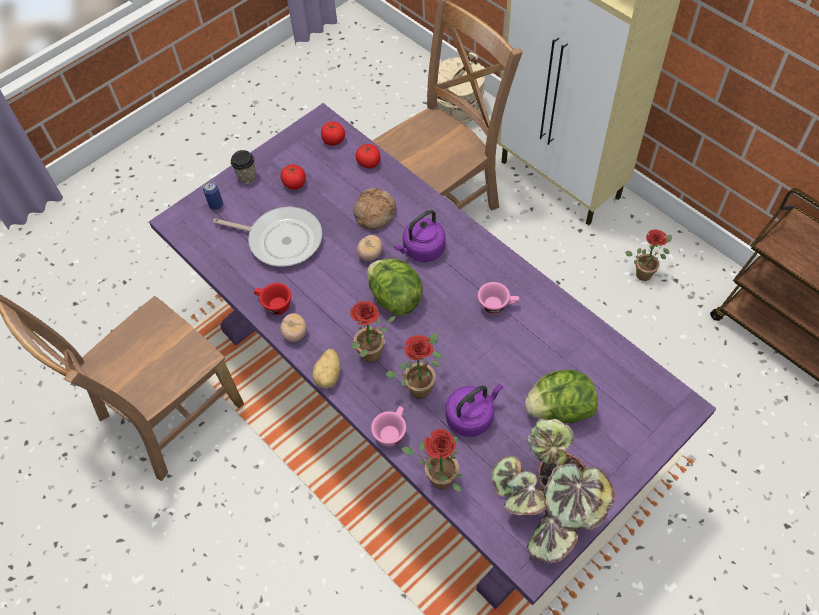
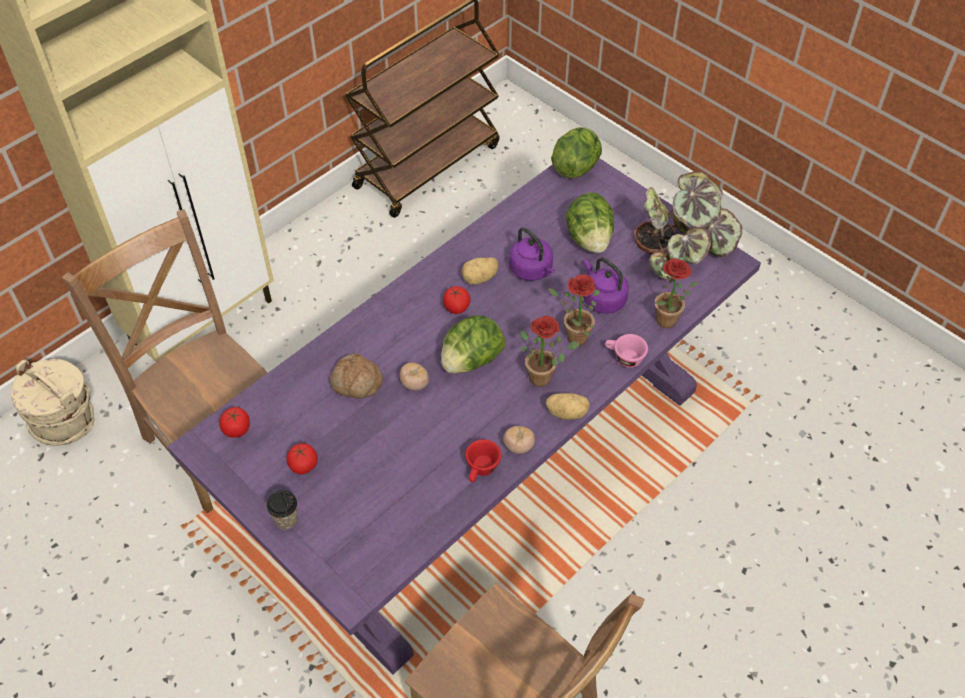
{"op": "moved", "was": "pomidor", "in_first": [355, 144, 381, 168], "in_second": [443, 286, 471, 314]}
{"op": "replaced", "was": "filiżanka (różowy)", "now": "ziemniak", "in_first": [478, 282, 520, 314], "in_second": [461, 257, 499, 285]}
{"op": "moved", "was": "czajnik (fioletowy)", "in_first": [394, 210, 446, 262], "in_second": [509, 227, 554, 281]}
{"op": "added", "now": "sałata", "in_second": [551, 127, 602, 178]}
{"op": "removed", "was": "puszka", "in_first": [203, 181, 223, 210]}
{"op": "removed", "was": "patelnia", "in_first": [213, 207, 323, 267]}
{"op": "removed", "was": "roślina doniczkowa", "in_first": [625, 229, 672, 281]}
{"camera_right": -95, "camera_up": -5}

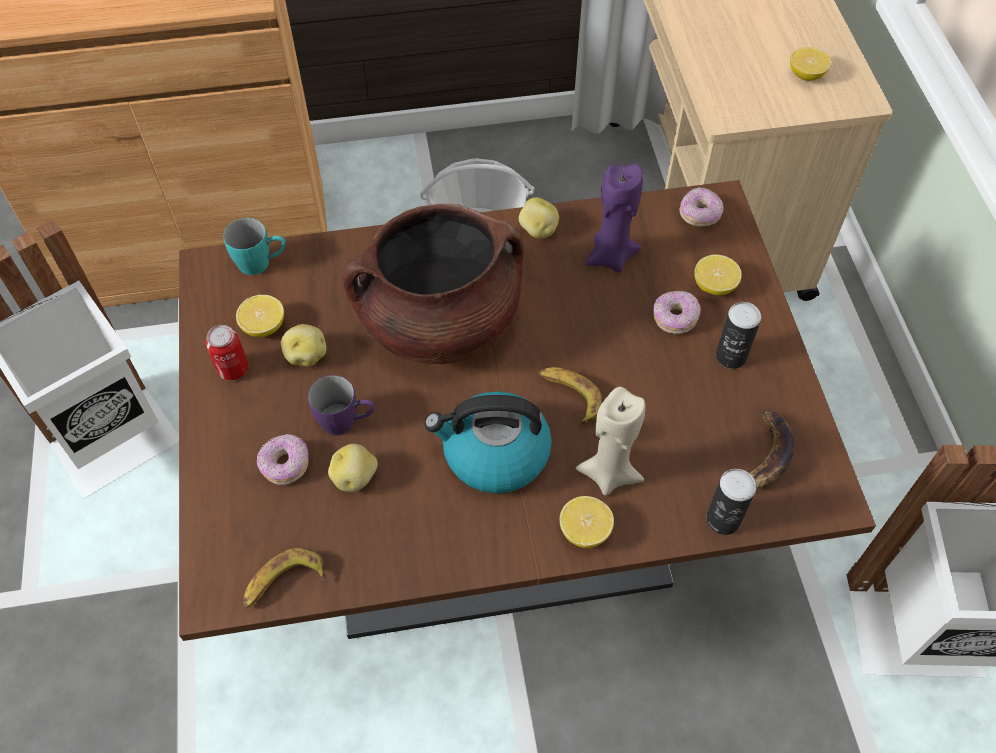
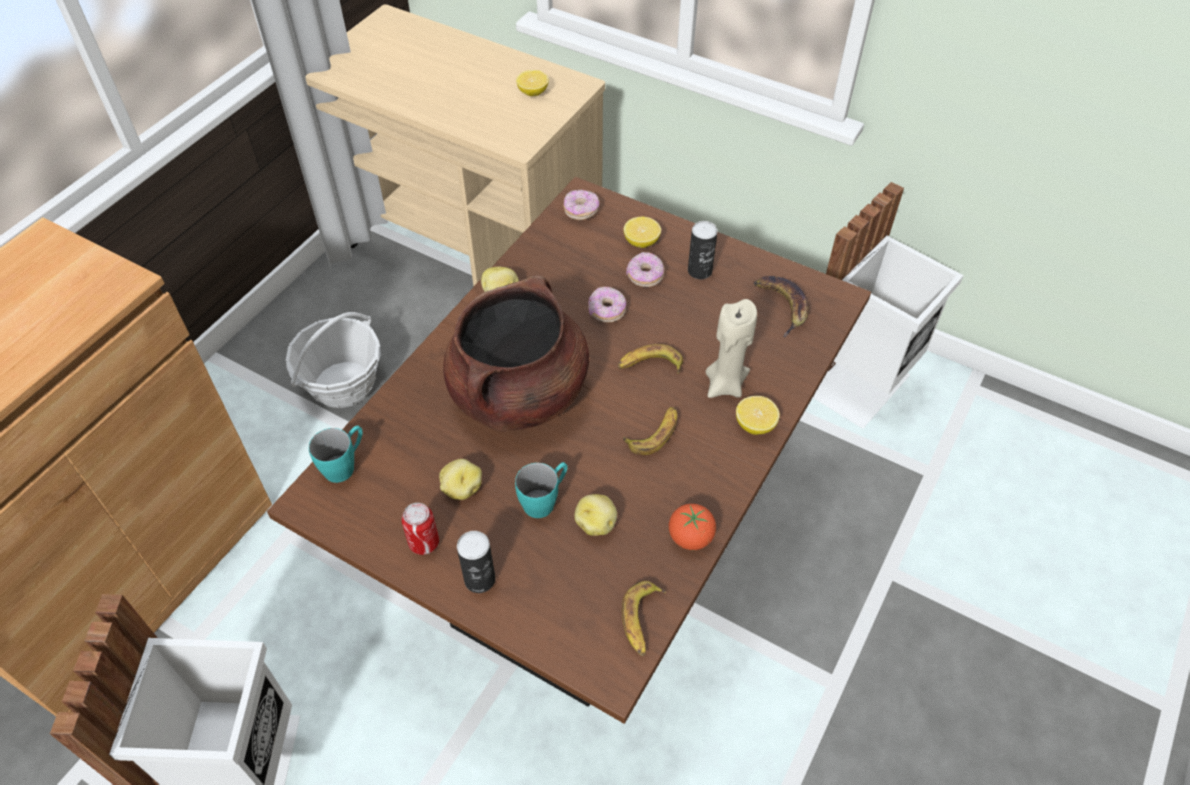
{"op": "moved", "was": "puszka", "in_first": [706, 469, 757, 535], "in_second": [457, 531, 495, 593]}
{"op": "recoloured", "was": "kubek (fioletowy)", "now": "kubek (turkusowy)", "in_first": [308, 375, 375, 435], "in_second": [515, 462, 568, 518]}
{"op": "moved", "was": "donut", "in_first": [257, 434, 309, 485], "in_second": [588, 287, 626, 323]}
{"op": "replaced", "was": "czajnik", "now": "banan", "in_first": [424, 391, 552, 494], "in_second": [623, 407, 677, 455]}
{"op": "added", "now": "pomidor", "in_second": [669, 504, 716, 550]}
{"op": "removed", "was": "cytryna", "in_first": [236, 295, 284, 337]}
{"op": "removed", "was": "świeca (fioletowy)", "in_first": [585, 164, 643, 273]}
{"camera_right": -50, "camera_up": -5}

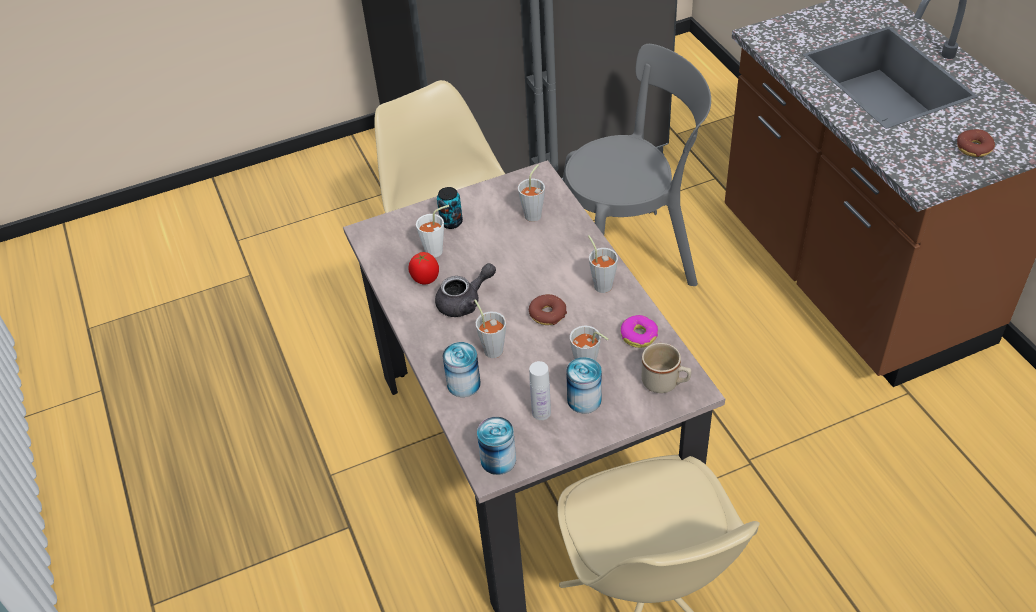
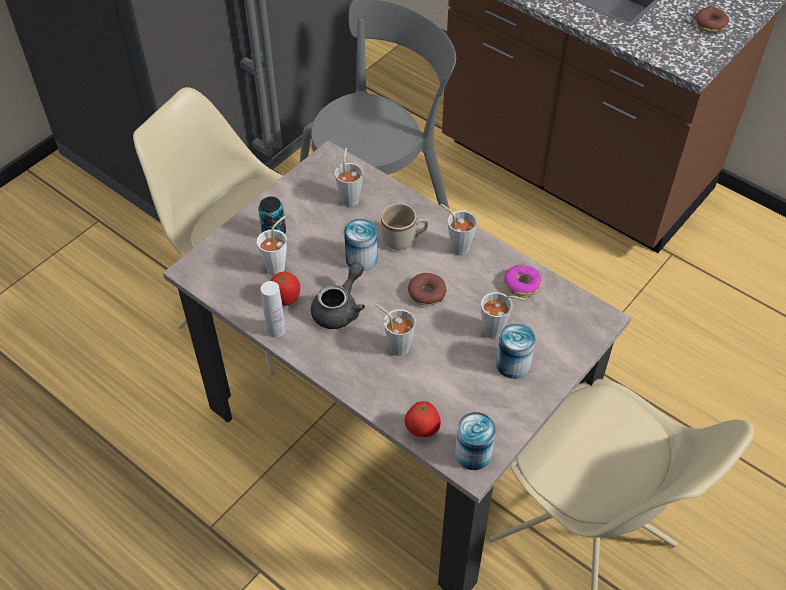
{"op": "moved", "was": "butelka (biały)", "in_first": [529, 361, 551, 420], "in_second": [261, 281, 286, 338]}
{"op": "moved", "was": "puszka", "in_first": [443, 342, 481, 397], "in_second": [344, 219, 378, 271]}
{"op": "moved", "was": "kubek (beżowy)", "in_first": [642, 343, 692, 393], "in_second": [381, 203, 428, 250]}
{"op": "added", "now": "pomidor", "in_second": [404, 401, 441, 437]}
{"camera_right": -30, "camera_up": 5}

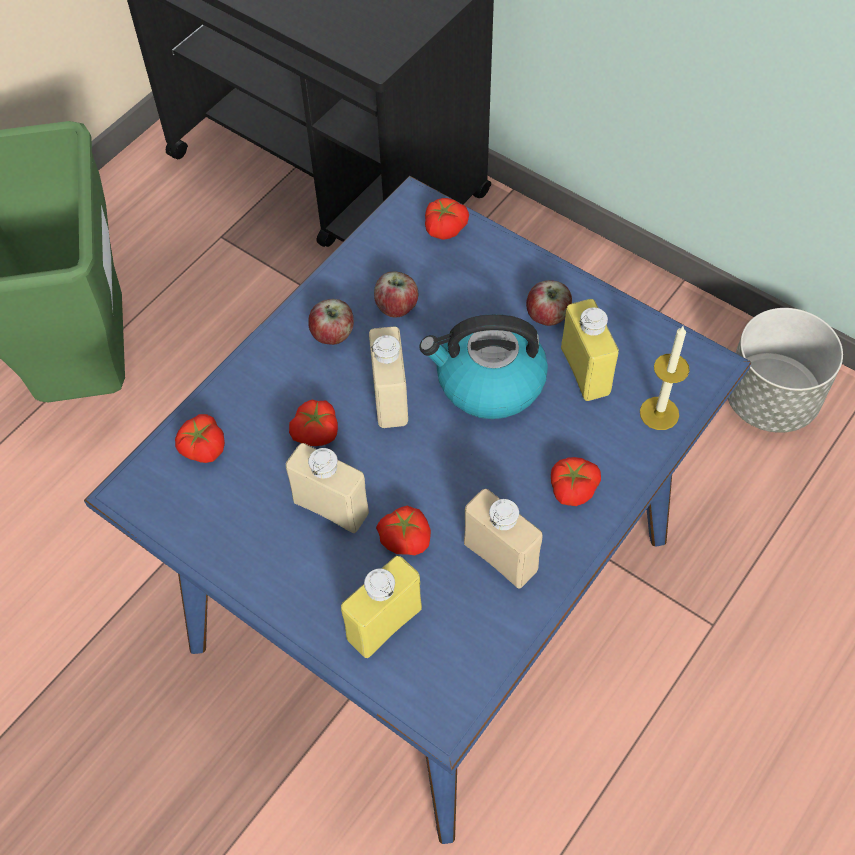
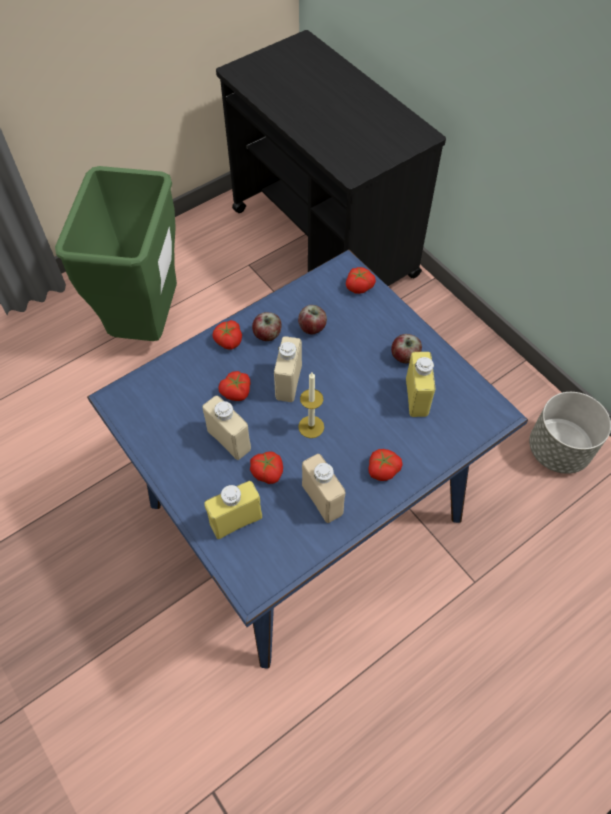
{"op": "moved", "was": "pomidor", "in_first": [175, 414, 225, 463], "in_second": [212, 320, 242, 350]}
{"op": "moved", "was": "świeca", "in_first": [640, 325, 690, 430], "in_second": [298, 372, 324, 438]}
{"op": "removed", "was": "czajnik", "in_first": [419, 314, 548, 419]}
{"camera_right": 15, "camera_up": 0}

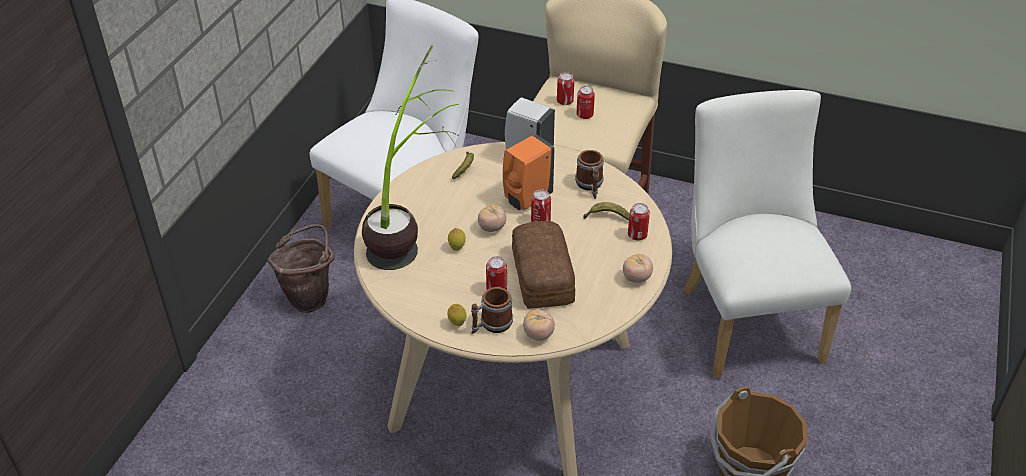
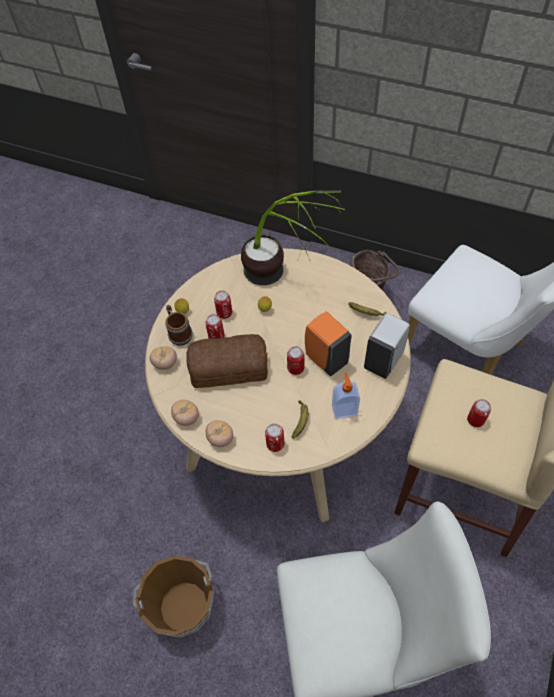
{"op": "moved", "was": "pomidor", "in_first": [478, 204, 506, 232], "in_second": [171, 400, 199, 426]}
{"op": "moved", "was": "puszka", "in_first": [557, 72, 574, 105], "in_second": [214, 290, 232, 319]}
{"op": "replaced", "was": "kubek", "now": "dozownik mydła", "in_first": [575, 150, 604, 199], "in_second": [332, 373, 360, 419]}
{"camera_right": 95, "camera_up": 15}

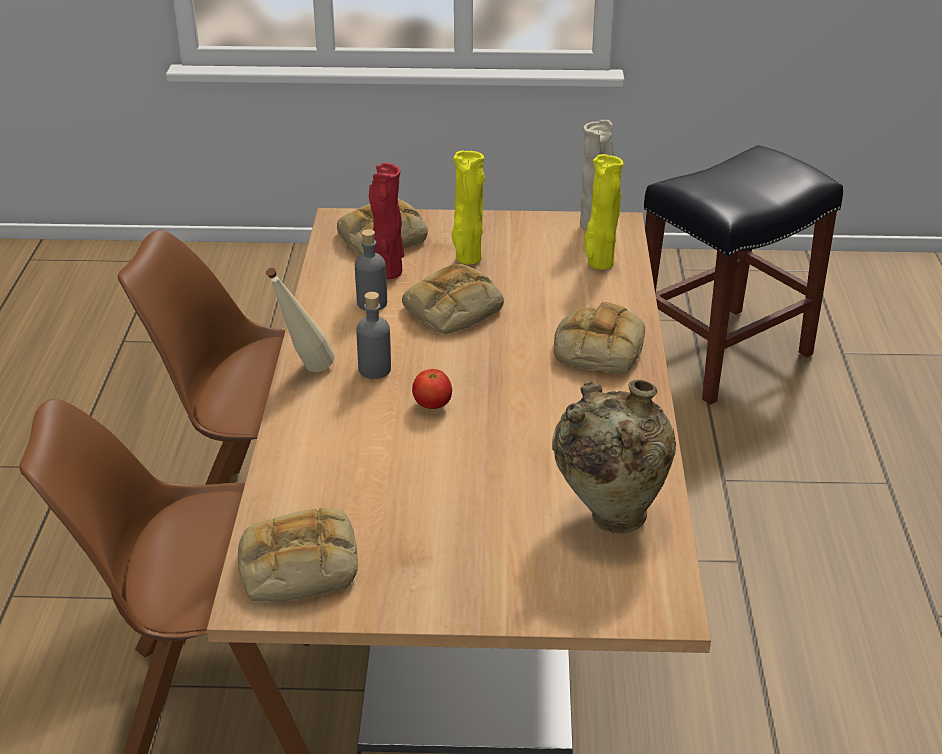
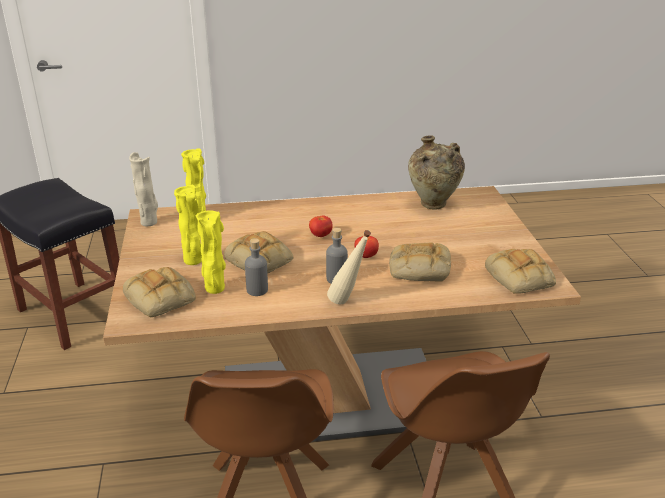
{"op": "recoloured", "was": "wazon (czerwony)", "now": "wazon (żółty)", "in_first": [369, 163, 404, 279], "in_second": [196, 210, 226, 294]}
{"op": "added", "now": "pomidor", "in_second": [309, 215, 332, 237]}
{"op": "moved", "was": "chleb", "in_first": [554, 302, 645, 374], "in_second": [389, 242, 451, 282]}
{"camera_right": -100, "camera_up": -5}

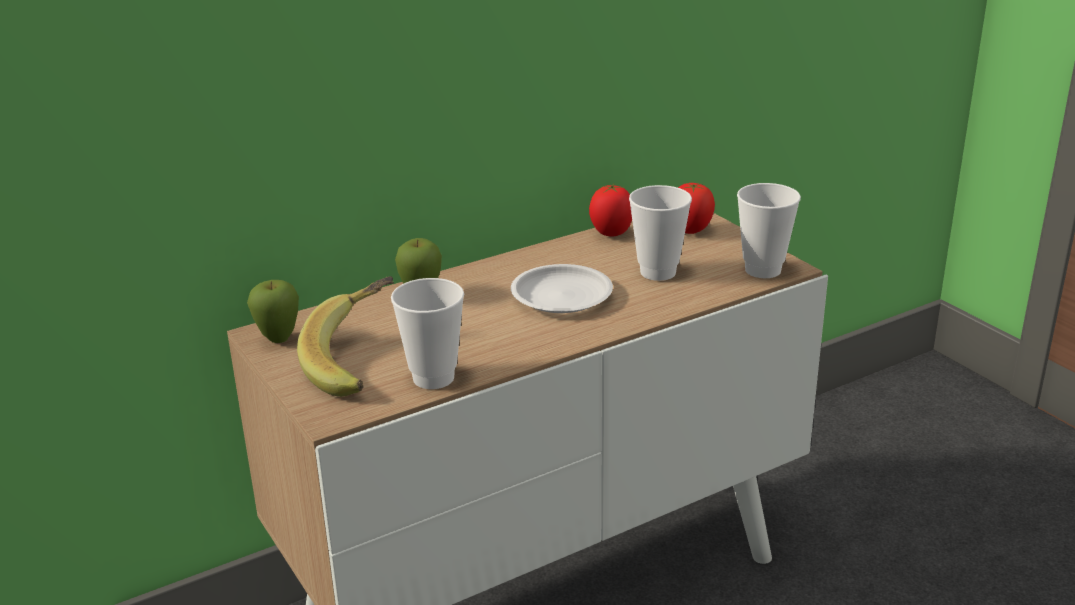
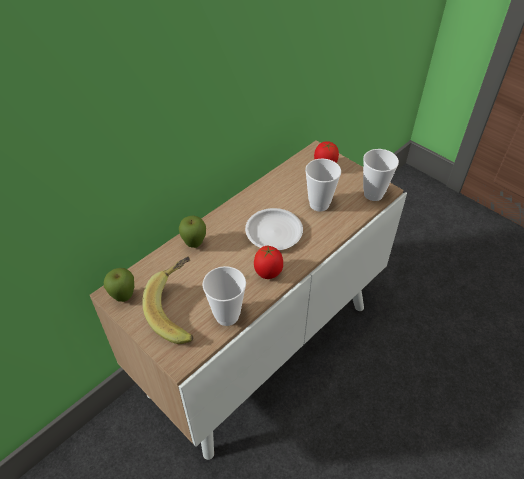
{"op": "moved", "was": "pomidor", "in_first": [589, 184, 632, 237], "in_second": [254, 246, 283, 279]}
{"camera_right": -15, "camera_up": 20}

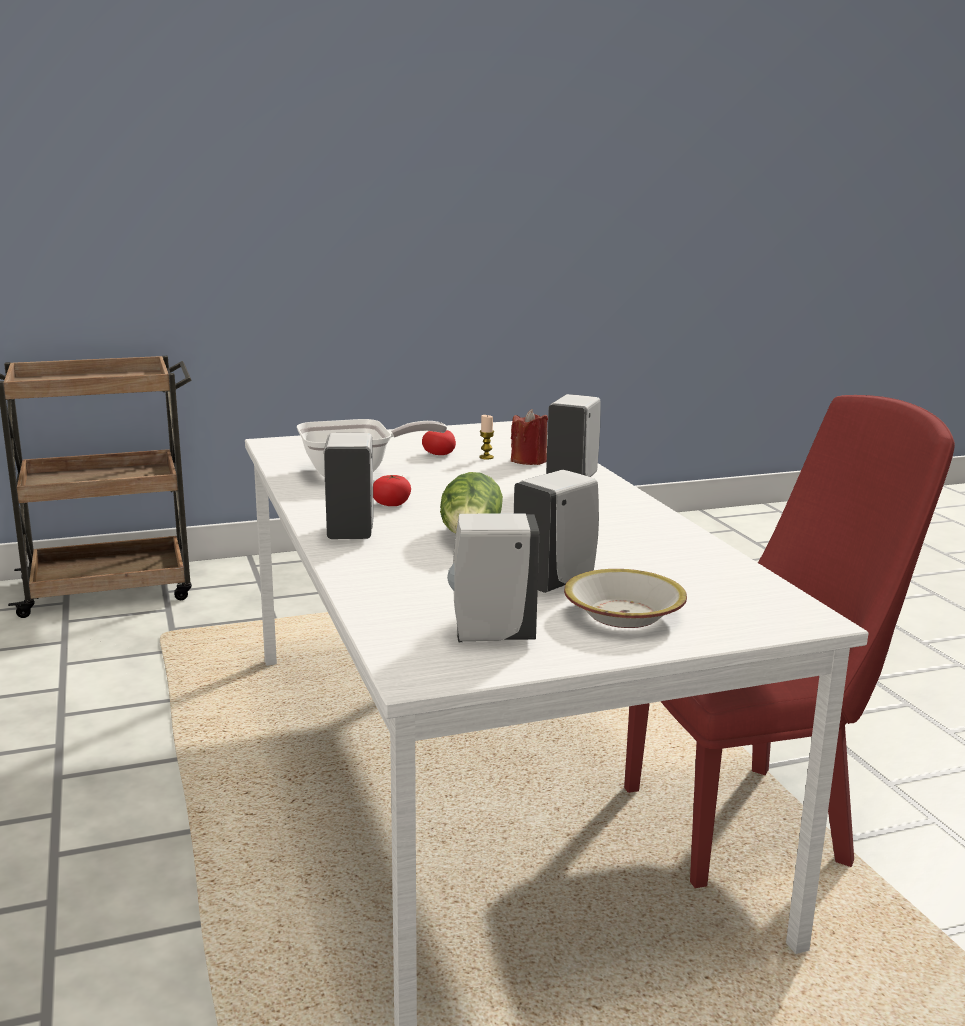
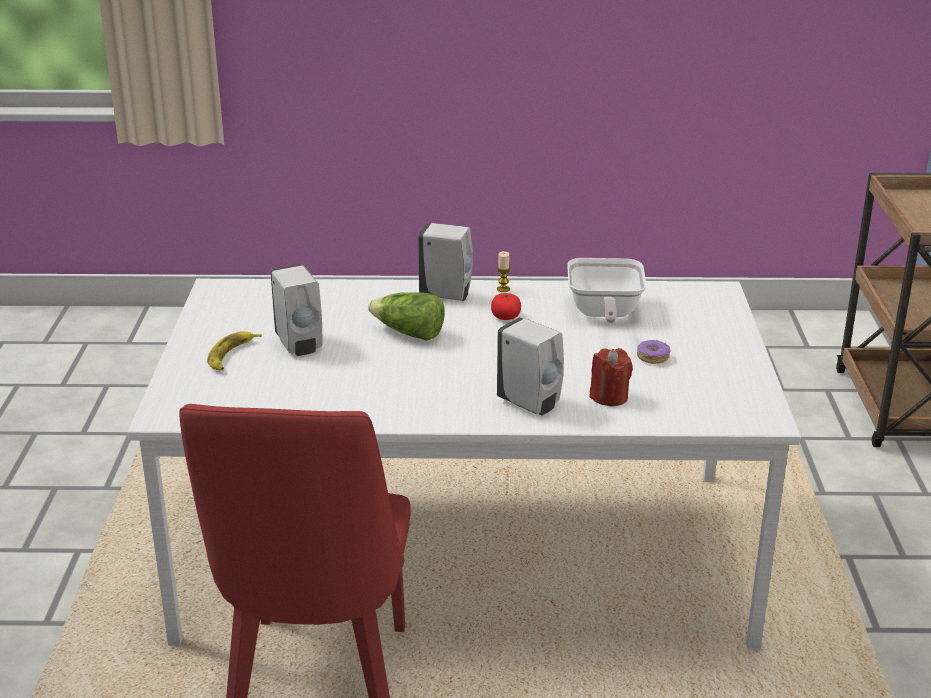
{"op": "replaced", "was": "miska", "now": "banan", "in_first": [564, 569, 687, 628], "in_second": [207, 331, 262, 371]}
{"op": "moved", "was": "świeca", "in_first": [479, 415, 494, 459], "in_second": [497, 251, 510, 292]}
{"op": "replaced", "was": "pomidor", "now": "donut", "in_first": [422, 430, 456, 455], "in_second": [637, 340, 670, 364]}
{"op": "removed", "was": "dozownik mydła (biały)", "in_first": [447, 513, 539, 642]}
{"camera_right": 110, "camera_up": 10}

